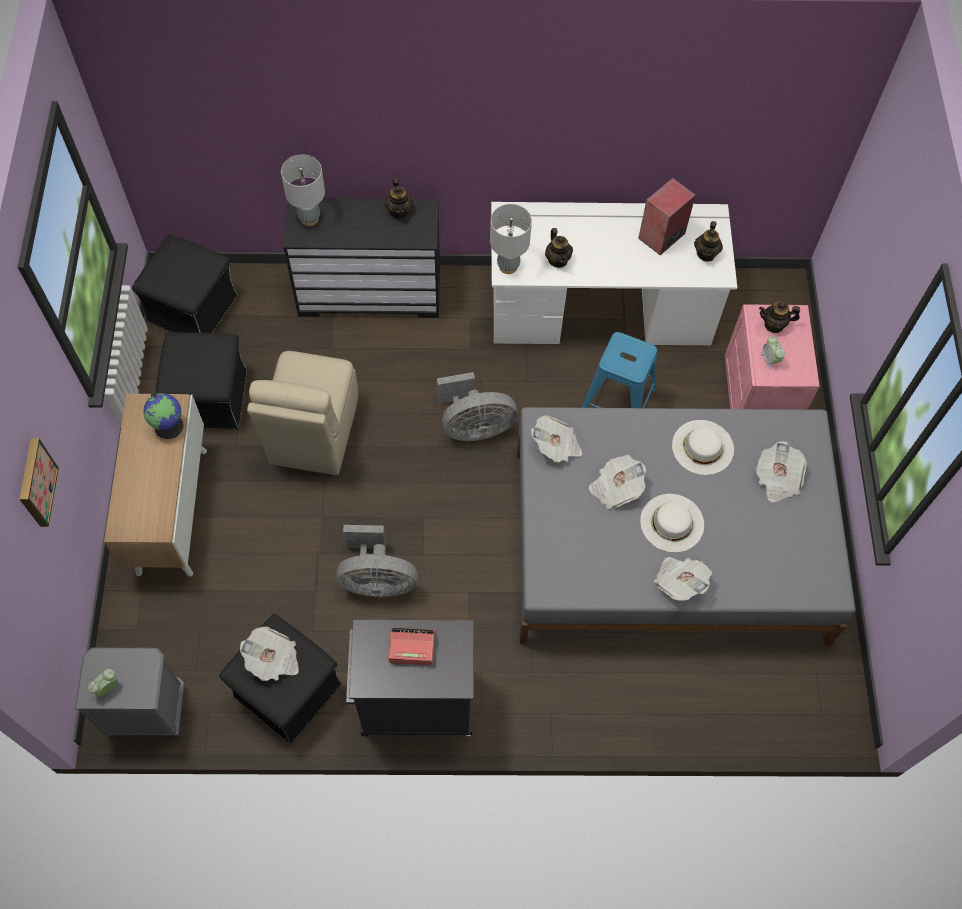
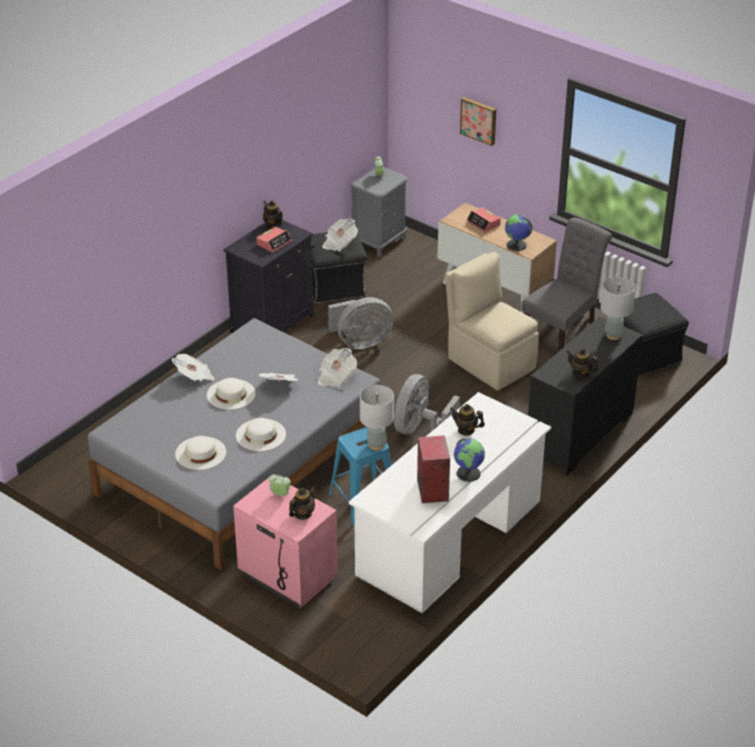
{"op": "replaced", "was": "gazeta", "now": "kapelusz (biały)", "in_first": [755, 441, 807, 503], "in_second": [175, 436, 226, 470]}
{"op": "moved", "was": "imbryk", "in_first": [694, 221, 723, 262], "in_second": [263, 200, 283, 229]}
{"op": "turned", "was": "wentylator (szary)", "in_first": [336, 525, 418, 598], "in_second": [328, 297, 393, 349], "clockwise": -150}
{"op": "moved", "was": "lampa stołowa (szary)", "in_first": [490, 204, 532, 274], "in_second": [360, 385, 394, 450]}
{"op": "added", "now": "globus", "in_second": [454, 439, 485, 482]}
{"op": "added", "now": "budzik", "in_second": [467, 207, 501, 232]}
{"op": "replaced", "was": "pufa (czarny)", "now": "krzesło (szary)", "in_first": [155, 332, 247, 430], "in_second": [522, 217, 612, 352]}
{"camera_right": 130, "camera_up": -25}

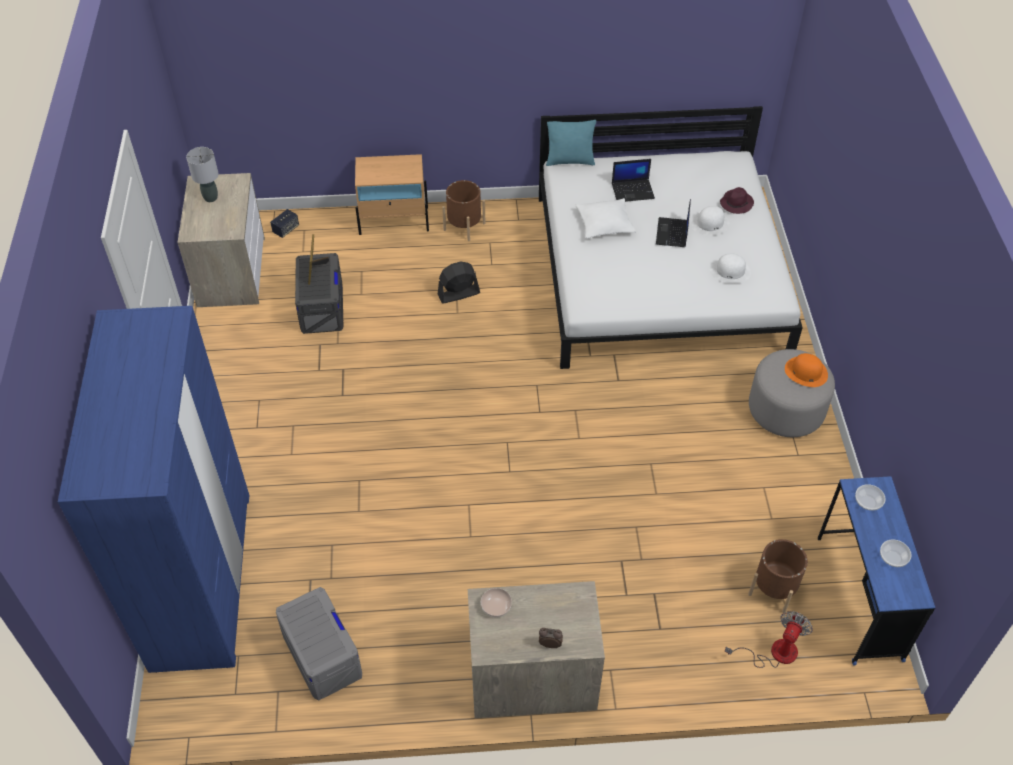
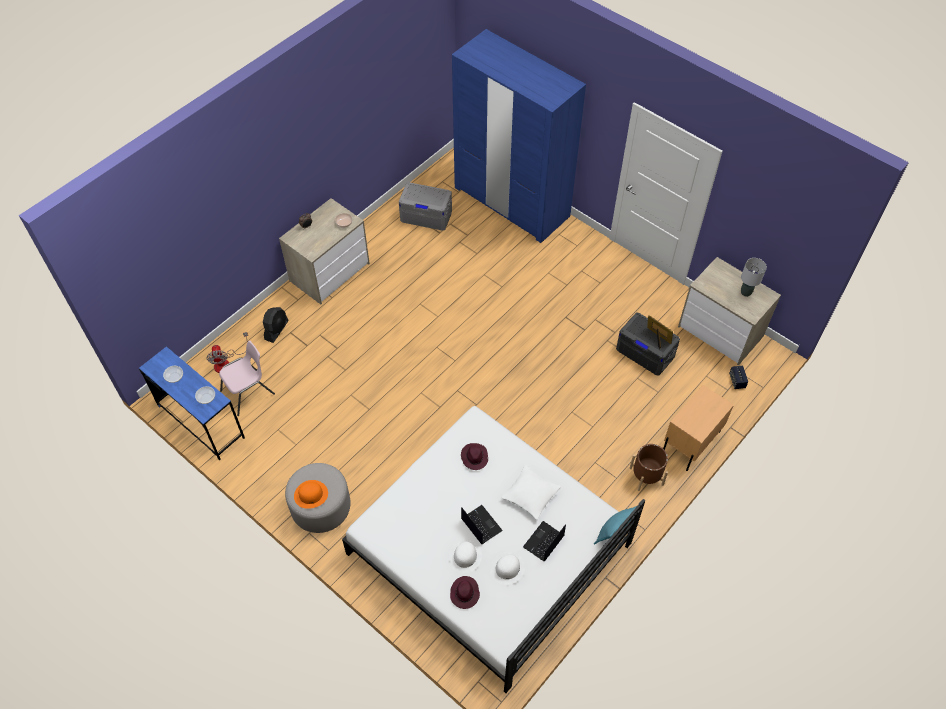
{"op": "replaced", "was": "donica (brązowy)", "now": "krzesło (różowy)", "in_first": [748, 539, 808, 613], "in_second": [219, 340, 275, 416]}
{"op": "moved", "was": "wentylator (czarny)", "in_first": [438, 261, 480, 304], "in_second": [263, 307, 289, 343]}
{"op": "added", "now": "kapelusz (fioletowy)", "in_second": [461, 443, 488, 470]}
{"op": "moved", "was": "kapelusz (biały)", "in_first": [710, 253, 751, 283], "in_second": [490, 552, 525, 585]}
{"camera_right": 135, "camera_up": 5}

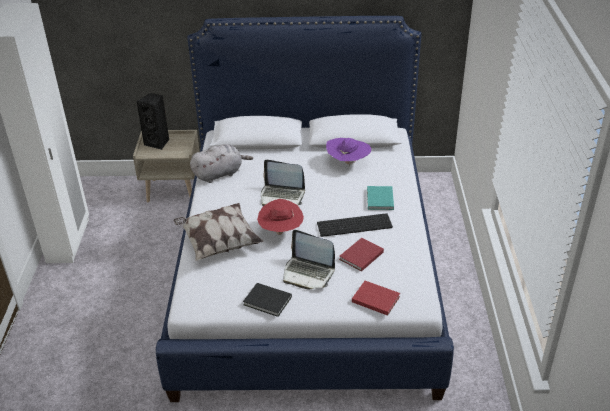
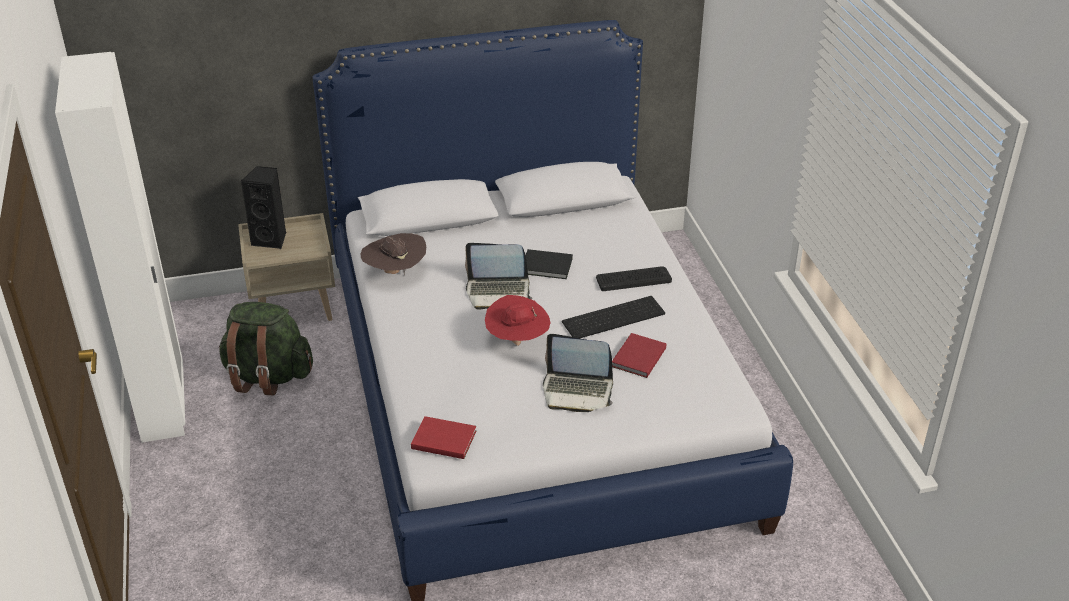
{"op": "added", "now": "plecak (zielony)", "in_second": [219, 302, 313, 395]}
{"op": "replaced", "was": "pluszak (szary)", "now": "kapelusz (brązowy)", "in_first": [190, 144, 253, 183], "in_second": [361, 233, 426, 275]}
{"op": "moved", "was": "książka (czerwony)", "in_first": [352, 281, 400, 316], "in_second": [411, 416, 476, 459]}
{"op": "moved", "was": "książka (czarny)", "in_first": [243, 283, 292, 317], "in_second": [525, 249, 573, 279]}
{"op": "replaced", "was": "książka (turkusowy)", "now": "klawiatura", "in_first": [367, 186, 394, 210], "in_second": [596, 267, 672, 291]}
{"op": "removed", "was": "poduszka", "in_first": [173, 203, 264, 261]}
{"op": "removed", "was": "kapelusz (fioletowy)", "in_first": [326, 138, 371, 167]}
{"camera_right": -15, "camera_up": 0}

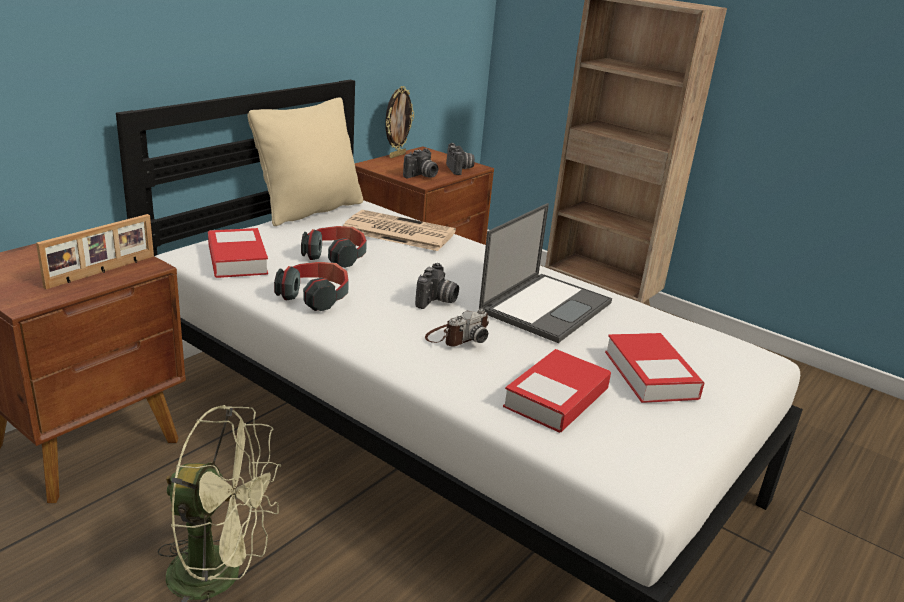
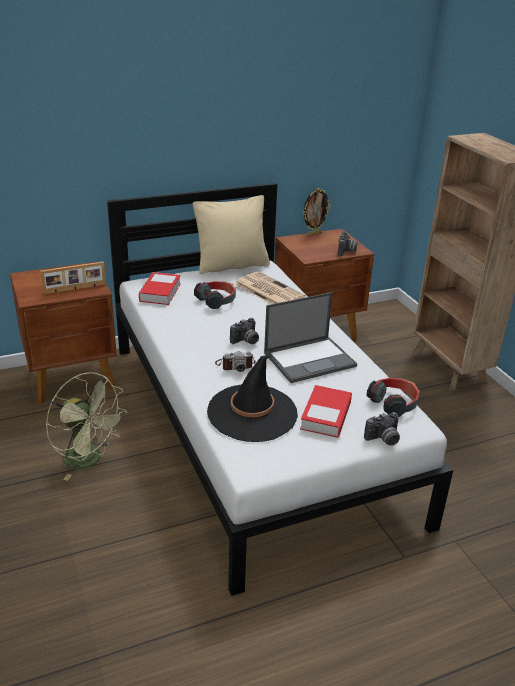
{"op": "replaced", "was": "książka", "now": "kapelusz (czarny)", "in_first": [503, 349, 611, 433], "in_second": [207, 354, 298, 442]}
{"op": "moved", "was": "aparat fotograficzny", "in_first": [403, 148, 438, 178], "in_second": [364, 412, 400, 446]}
{"op": "moved", "was": "słuchawki", "in_first": [274, 262, 349, 311], "in_second": [366, 378, 420, 417]}
{"camera_right": 30, "camera_up": 5}

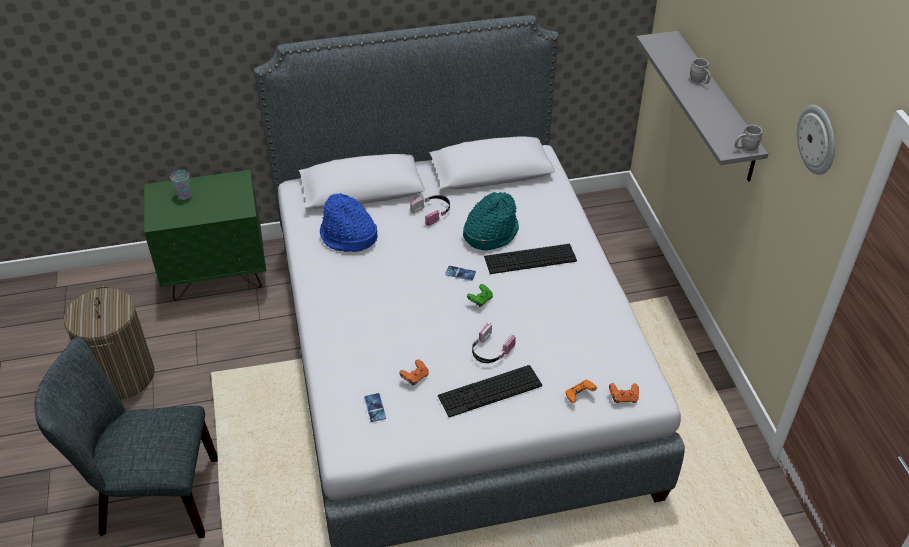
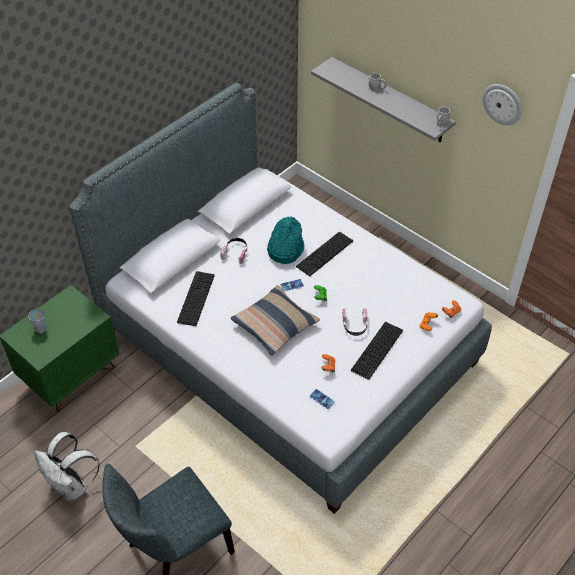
{"op": "replaced", "was": "kosz na pranie", "now": "plecak (biały)", "in_first": [64, 286, 155, 400], "in_second": [35, 432, 99, 501]}
{"op": "replaced", "was": "kapelusz (niebieski)", "now": "klawiatura", "in_first": [320, 193, 378, 252], "in_second": [177, 271, 215, 326]}
{"op": "added", "now": "poduszka", "in_second": [231, 285, 320, 356]}
{"camera_right": -35, "camera_up": 5}

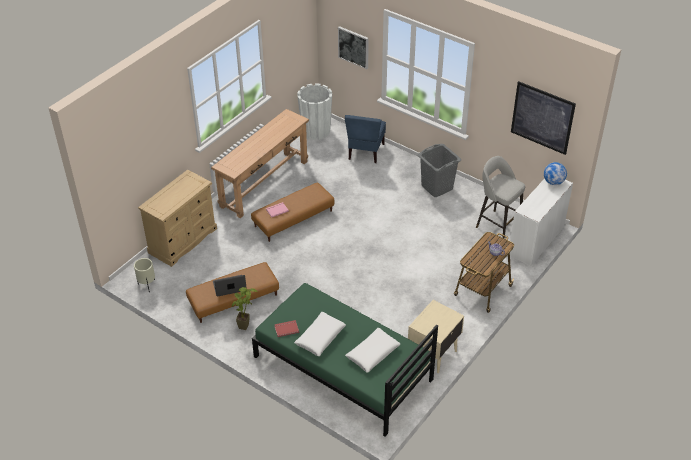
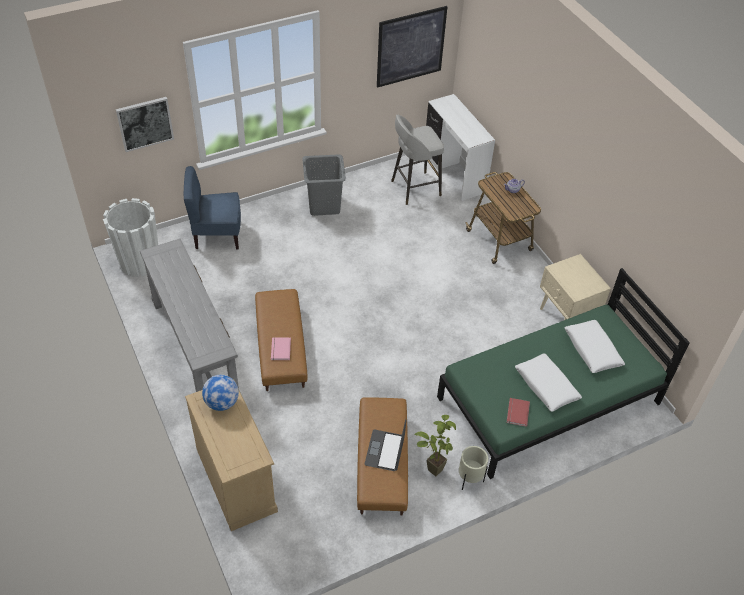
{"op": "recoloured", "was": "stolik konsolowy (brązowy)", "now": "stolik konsolowy (szary)", "in_first": [211, 109, 309, 218], "in_second": [140, 239, 240, 392]}
{"op": "turned", "was": "krzesło (niebieski)", "in_first": [345, 115, 386, 163], "in_second": [184, 166, 241, 250], "clockwise": 135}
{"op": "moved", "was": "globus", "in_first": [544, 162, 567, 185], "in_second": [202, 375, 239, 411]}
{"op": "moved", "was": "donica (beżowy)", "in_first": [134, 258, 155, 292], "in_second": [459, 446, 488, 490]}
{"camera_right": -65, "camera_up": 5}

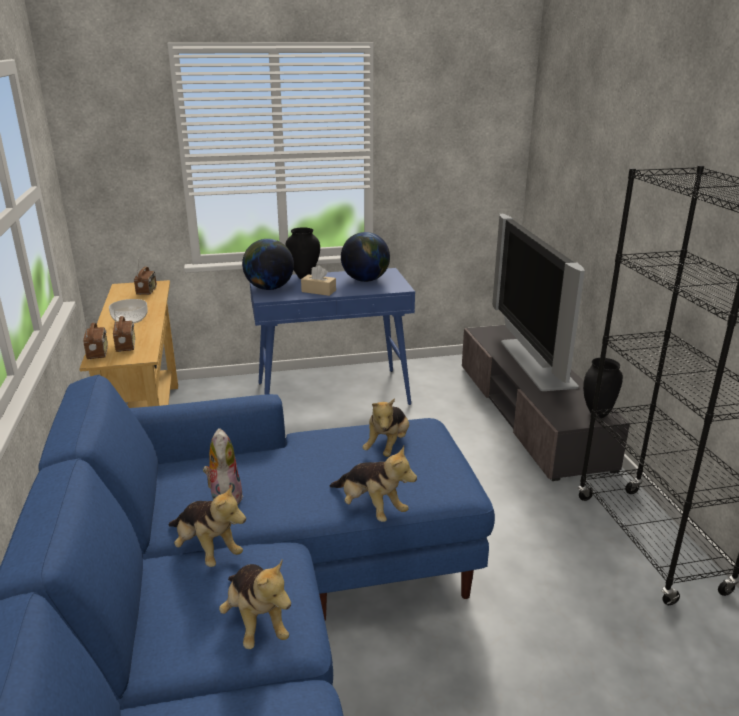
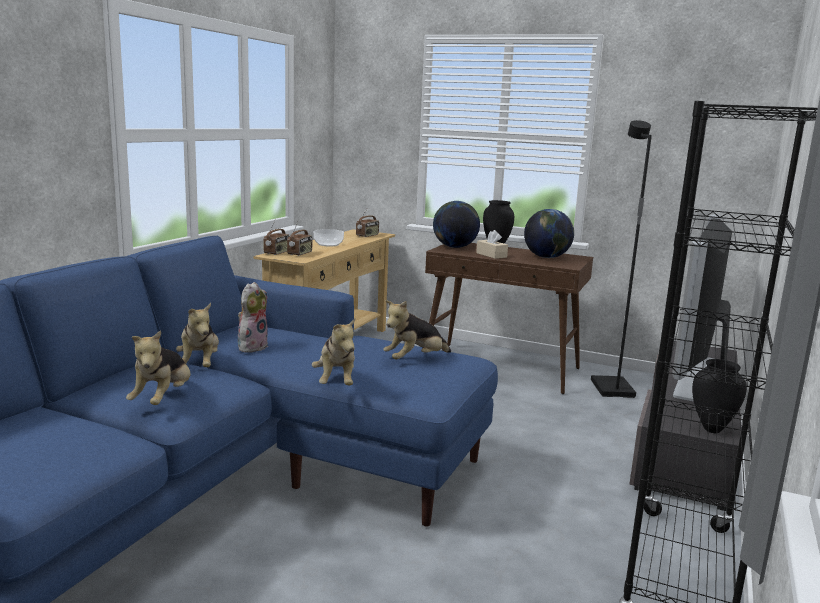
{"op": "recoloured", "was": "stolik konsolowy (niebieski)", "now": "stolik konsolowy (brązowy)", "in_first": [250, 268, 415, 405], "in_second": [425, 243, 593, 394]}
{"op": "added", "now": "lampa stojąca (czarny)", "in_second": [591, 120, 652, 398]}
{"camera_right": 35, "camera_up": -10}

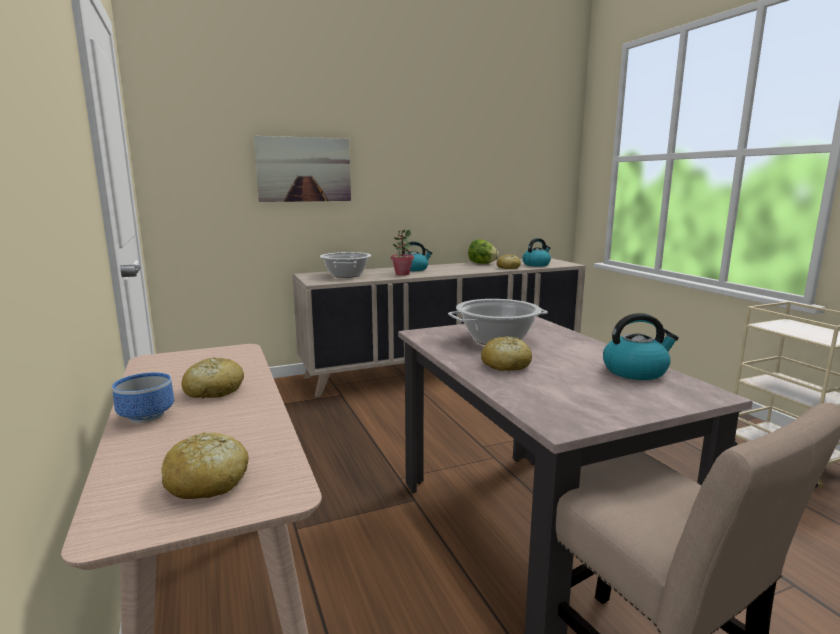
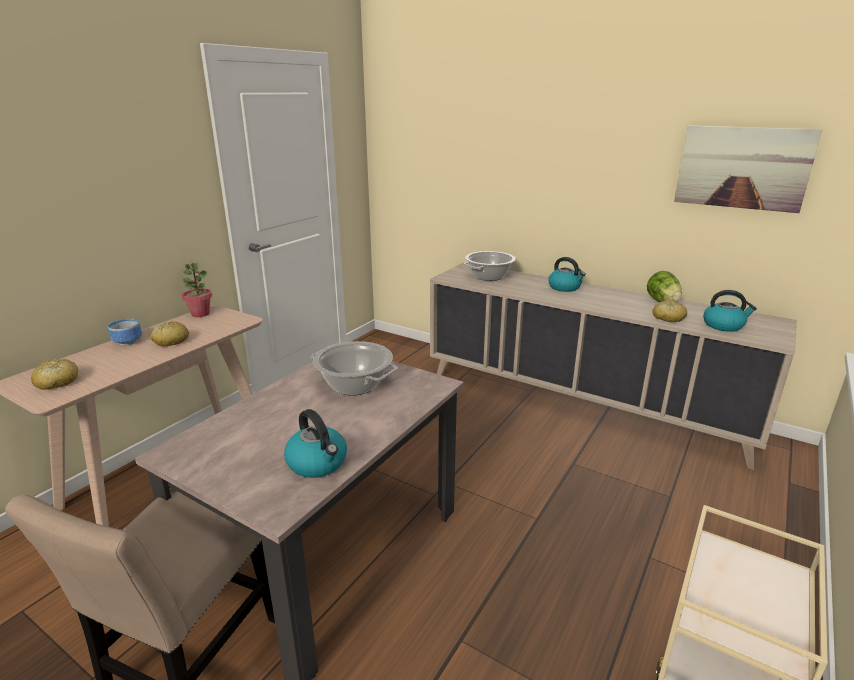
{"op": "moved", "was": "roślina doniczkowa", "in_first": [391, 230, 414, 275], "in_second": [182, 262, 212, 317]}
{"op": "moved", "was": "obraz", "in_first": [254, 136, 351, 202], "in_second": [674, 125, 822, 213]}
{"op": "removed", "was": "chleb", "in_first": [481, 336, 532, 371]}
{"camera_right": 55, "camera_up": 10}

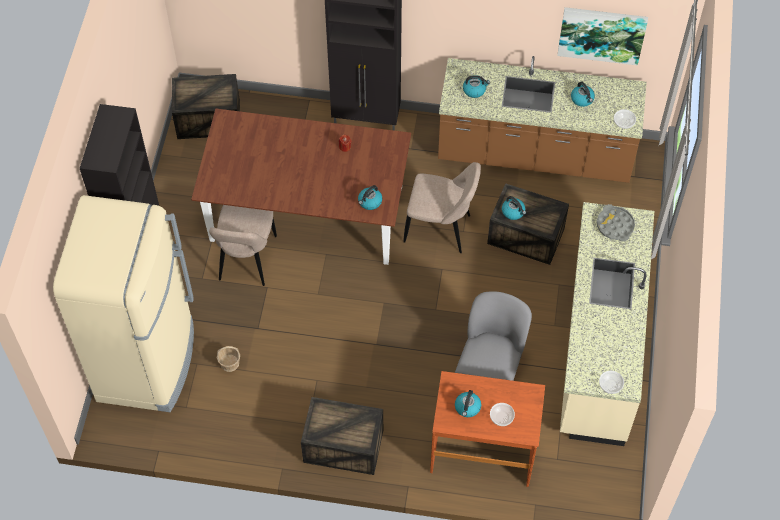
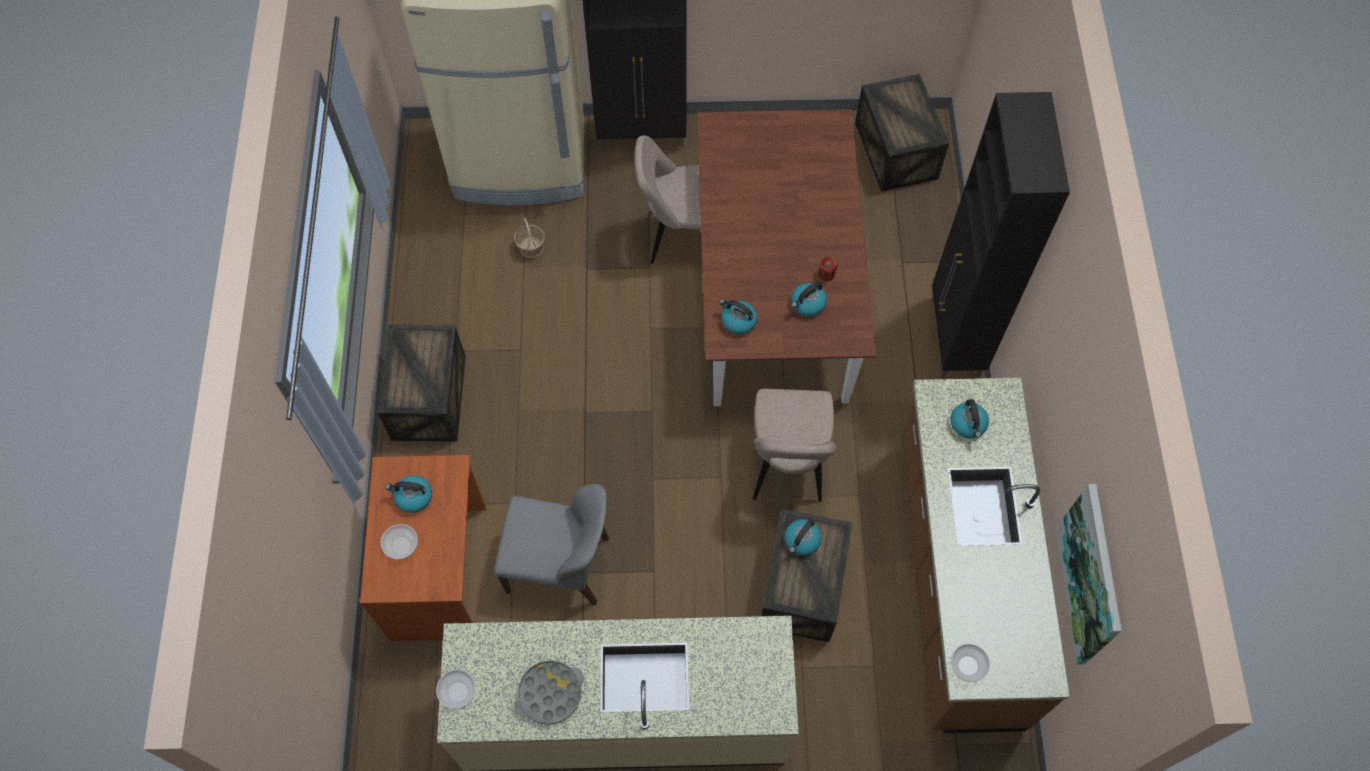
{"op": "moved", "was": "taca (szary)", "in_first": [597, 204, 635, 241], "in_second": [514, 660, 584, 725]}
{"op": "moved", "was": "czajnik", "in_first": [571, 82, 595, 107], "in_second": [791, 282, 827, 316]}
{"camera_right": 80, "camera_up": 5}

